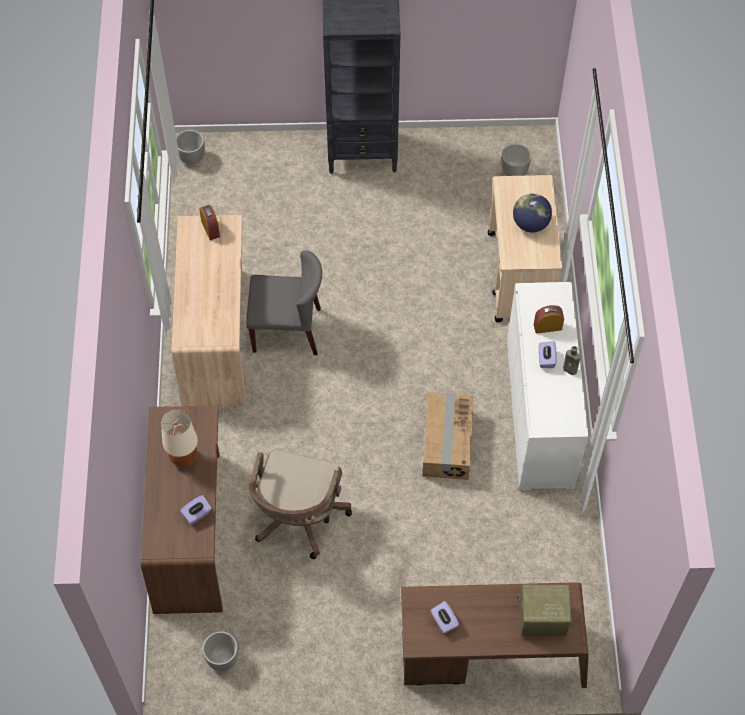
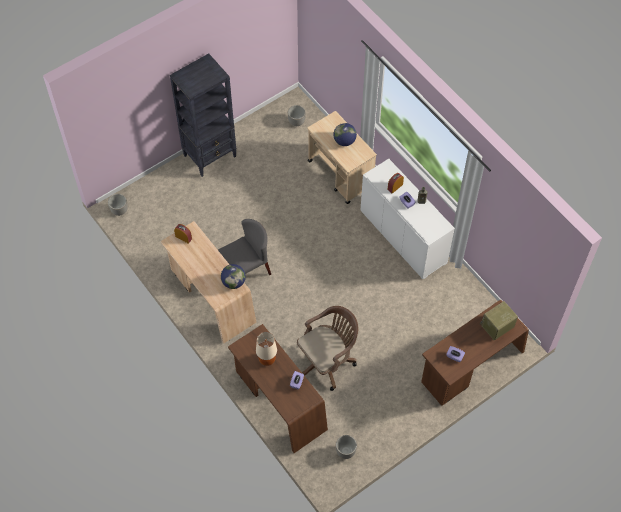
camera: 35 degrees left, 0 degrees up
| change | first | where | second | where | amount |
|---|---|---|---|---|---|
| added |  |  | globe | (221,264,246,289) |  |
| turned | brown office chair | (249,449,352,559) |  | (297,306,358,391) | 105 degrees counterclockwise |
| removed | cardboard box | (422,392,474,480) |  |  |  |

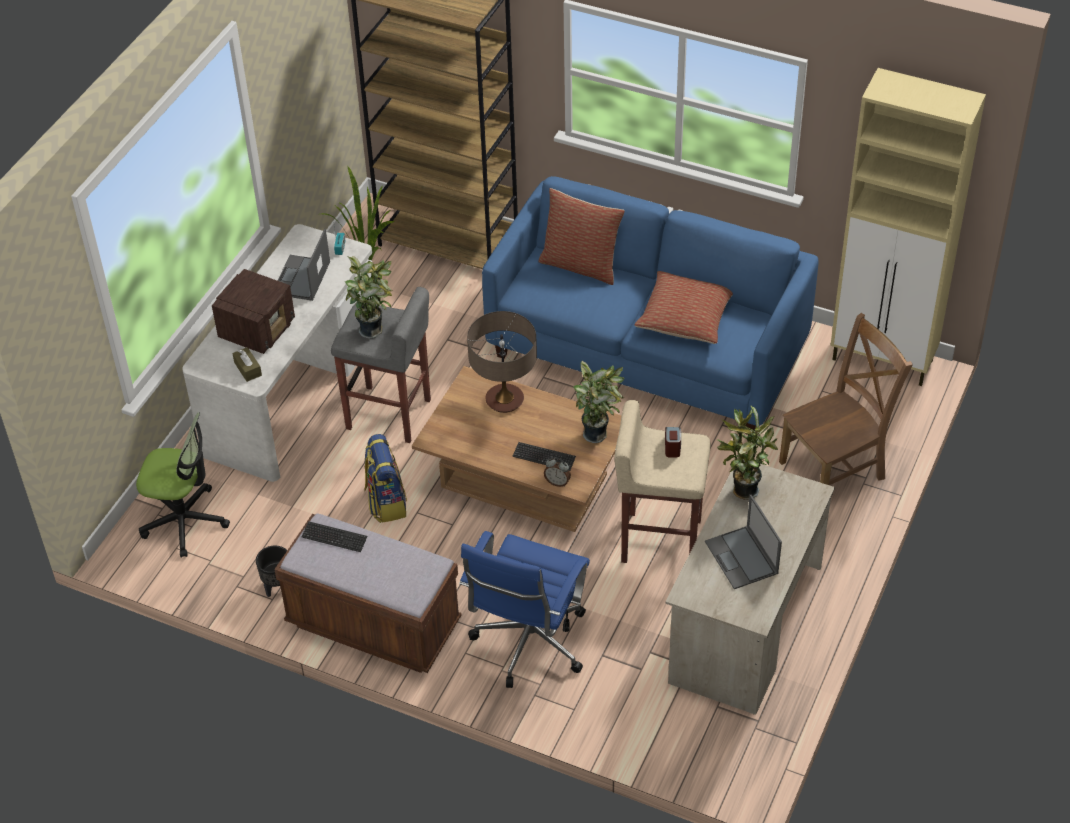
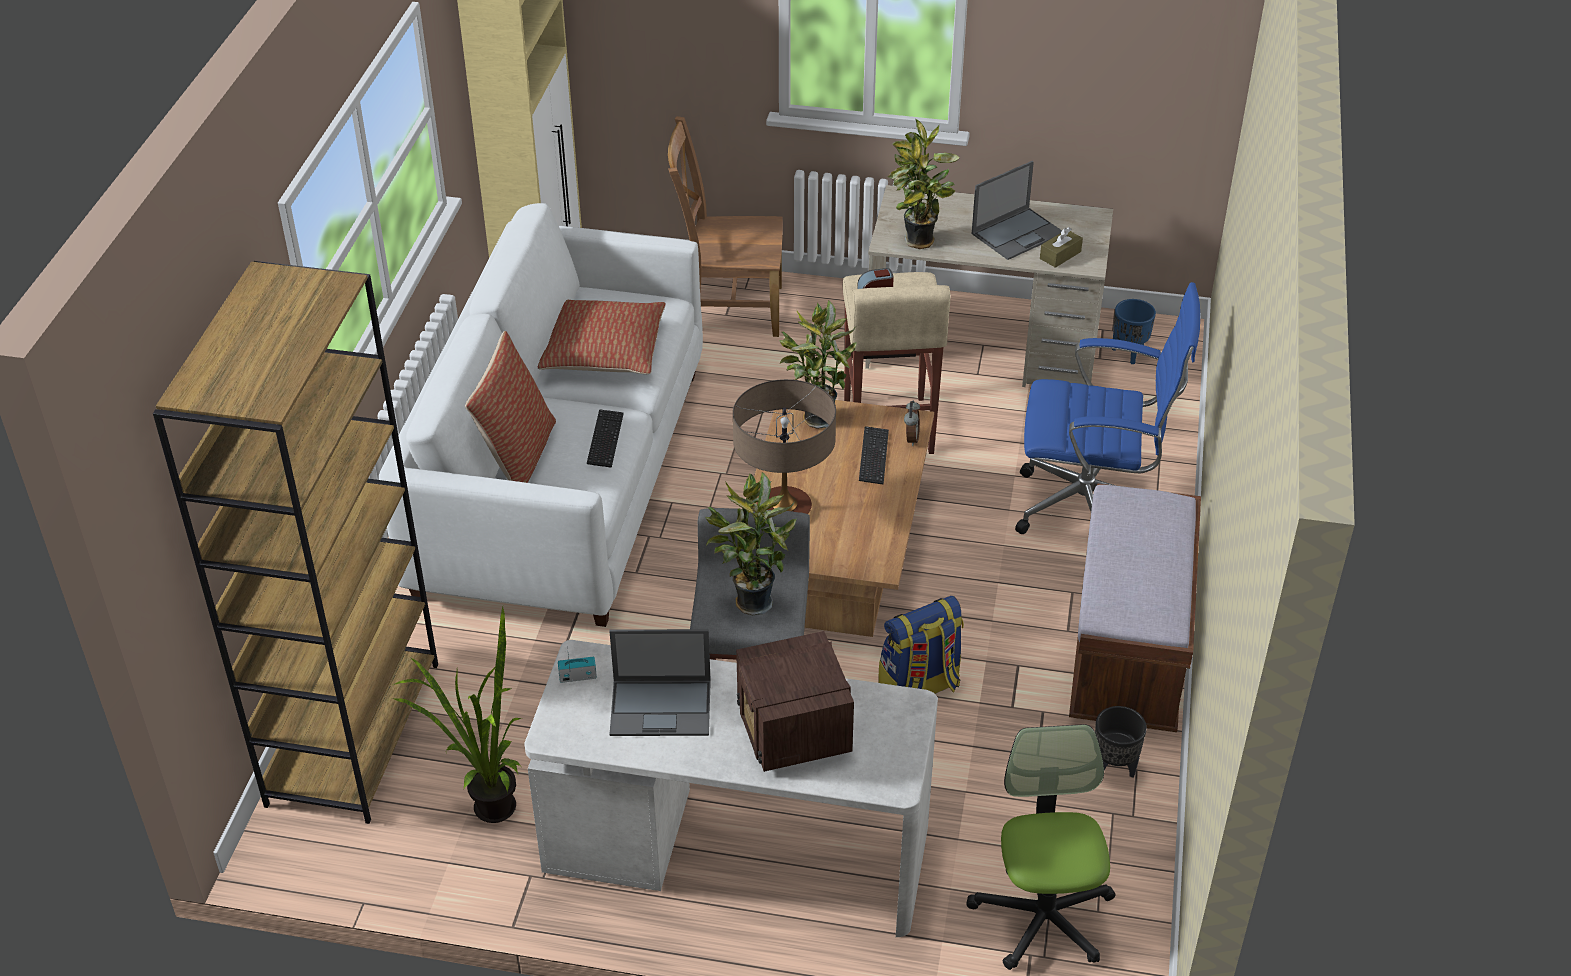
camera: 105 degrees left, 5 degrees down
| change | first | where | second | where | amount |
|---|---|---|---|---|---|
| recoloured | blue sofa | (482,176,819,435) | white sofa | (379,203,703,627) |  |
| moved | keyboard | (301,521,367,552) |  | (587,410,624,468) |  |
| turned | brown chair | (779,313,913,485) |  | (668,116,783,337) | 45 degrees counterclockwise |
| turned | radio | (212,269,295,354) |  | (736,631,854,772) | 120 degrees counterclockwise |
| moved | brown tissue box | (232,347,262,382) |  | (1040,227,1083,268) |  |
| added |  |  | blue planter | (1112,299,1156,364) |  |

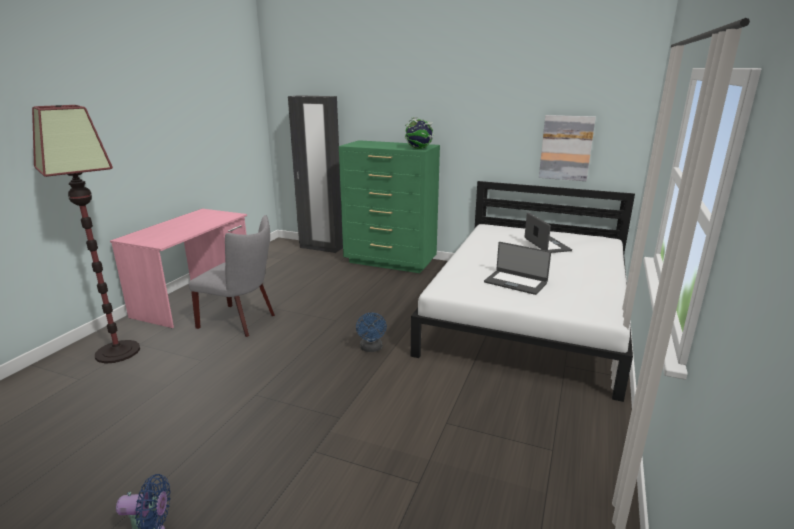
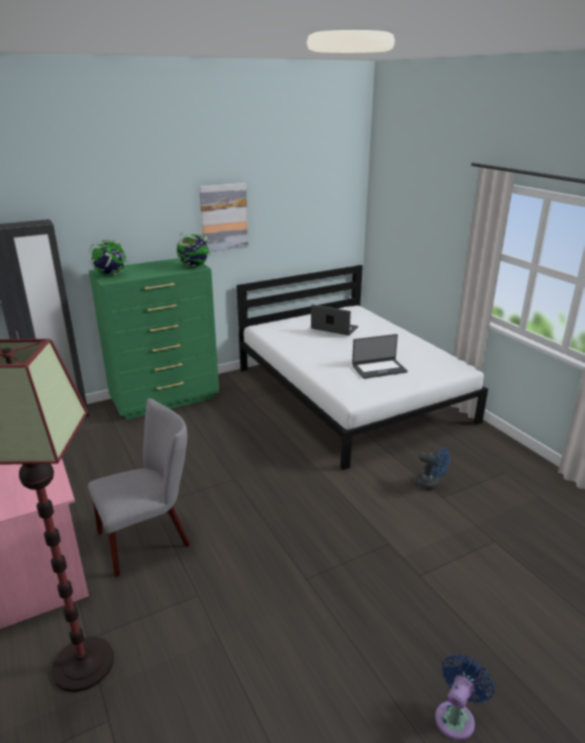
camera: 50 degrees left, 5 degrees up
| change | first | where | second | where | amount |
|---|---|---|---|---|---|
| added |  |  | globe | (89,239,127,276) |  |
| moved | picture | (539,115,596,181) |  | (199,183,248,252) |  |
| moved | blue fan | (356,313,387,352) |  | (415,448,450,490) |  |

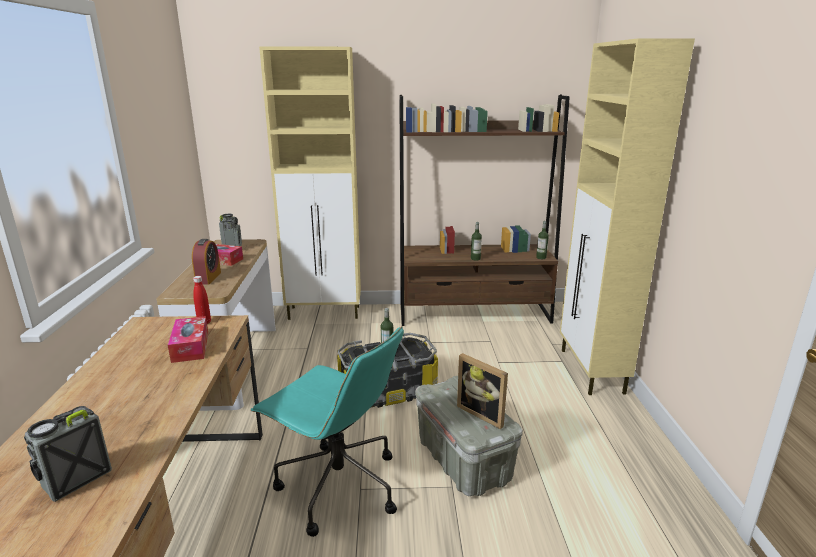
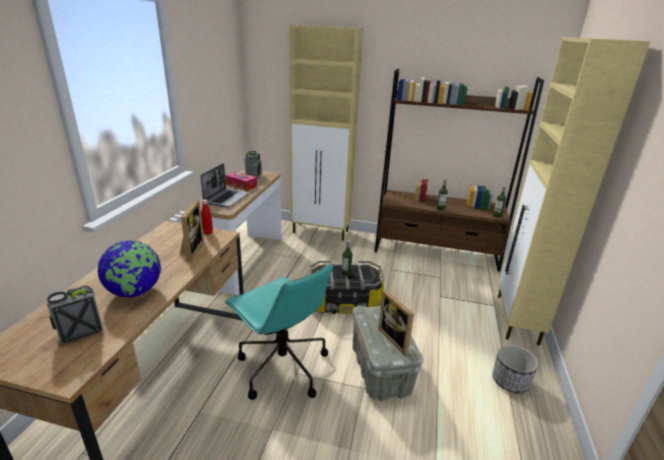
camera: 15 degrees right, 5 degrees up
| change | first | where | second | where | amount |
|---|---|---|---|---|---|
| added |  |  | globe | (98,241,161,297) |  |
| replaced | tissue box | (168,316,208,363) | picture frame | (180,200,204,261) |  |
| replaced | alarm clock | (192,239,221,285) | laptop | (200,163,250,207) |  |
| added |  |  | planter | (492,345,539,393) |  |

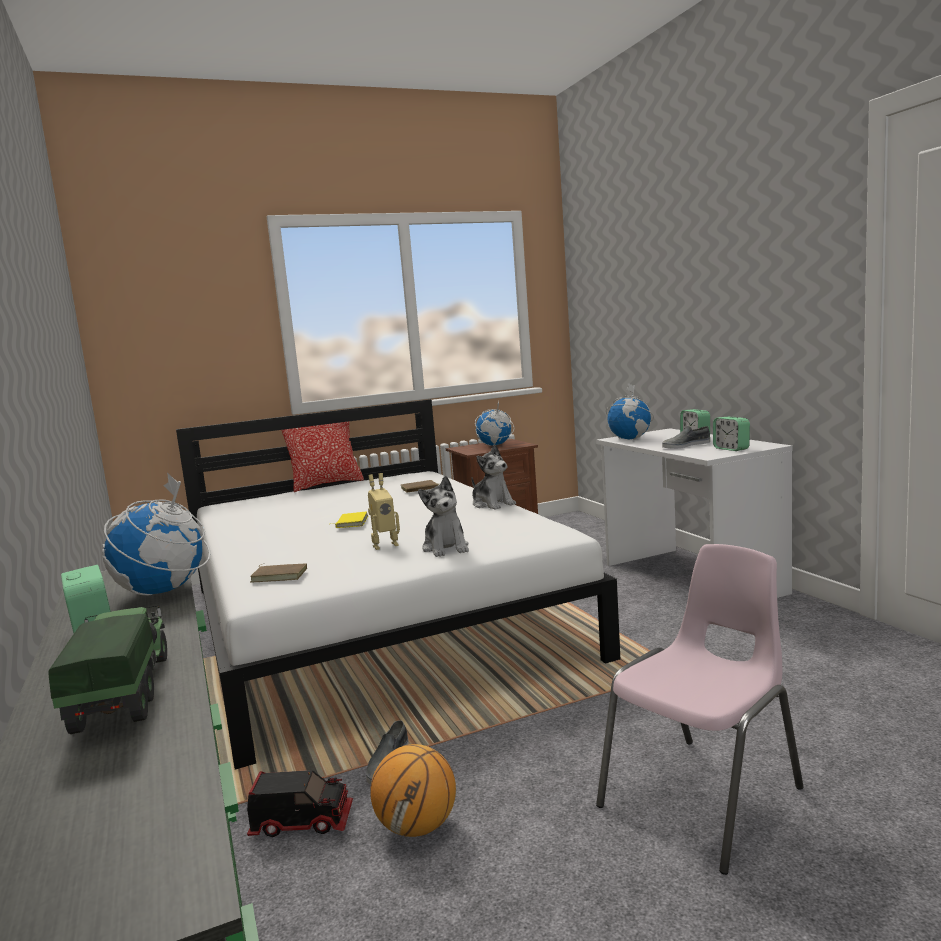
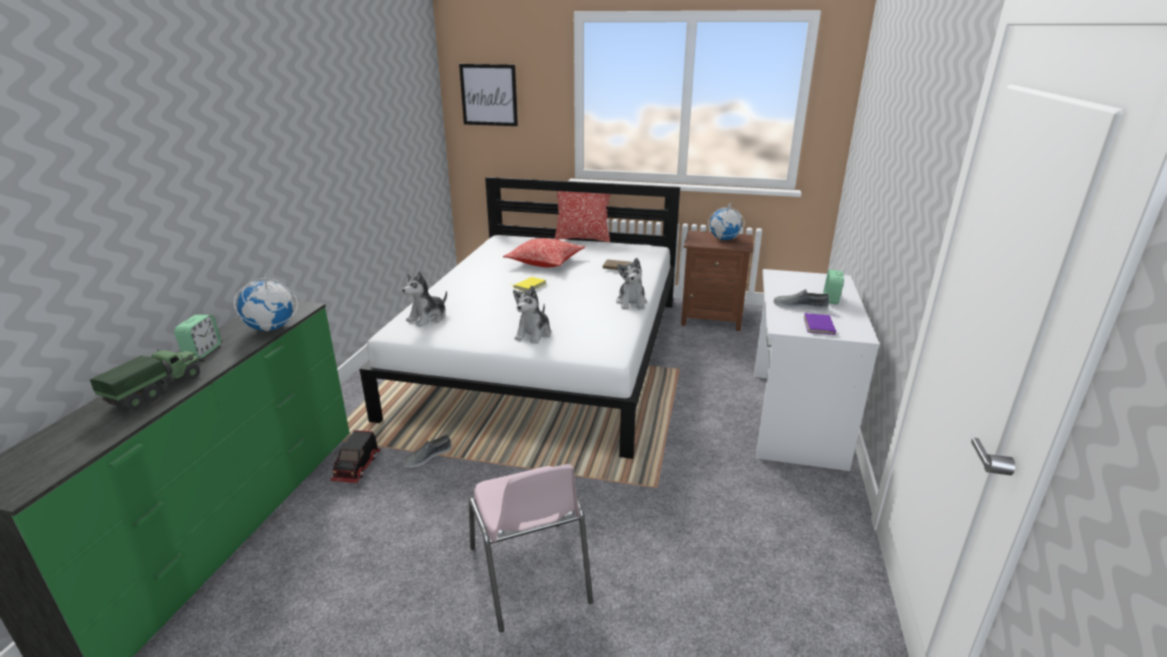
camera: 35 degrees right, 15 degrees up
| change | first | where | second | where | amount |
|---|---|---|---|---|---|
| turned | toy truck | (247,770,353,837) |  | (330,430,381,483) | 60 degrees clockwise |
| replaced | brown book | (250,564,307,582) | plush toy | (402,271,447,327) |  |
| added |  |  | picture | (459,64,518,126) |  |
| turned | pink chair | (596,544,804,875) |  | (468,464,593,632) | 75 degrees clockwise |
| added |  |  | pillow | (503,238,585,267) |  |
| replaced | alarm clock | (713,417,750,451) | purple book | (804,313,838,335) |  |
| removed | toy robot | (368,473,400,550) |  |  |  |
| removed | basketball | (370,744,456,837) |  |  |  |
| removed | globe | (606,383,654,440) |  |  |  |

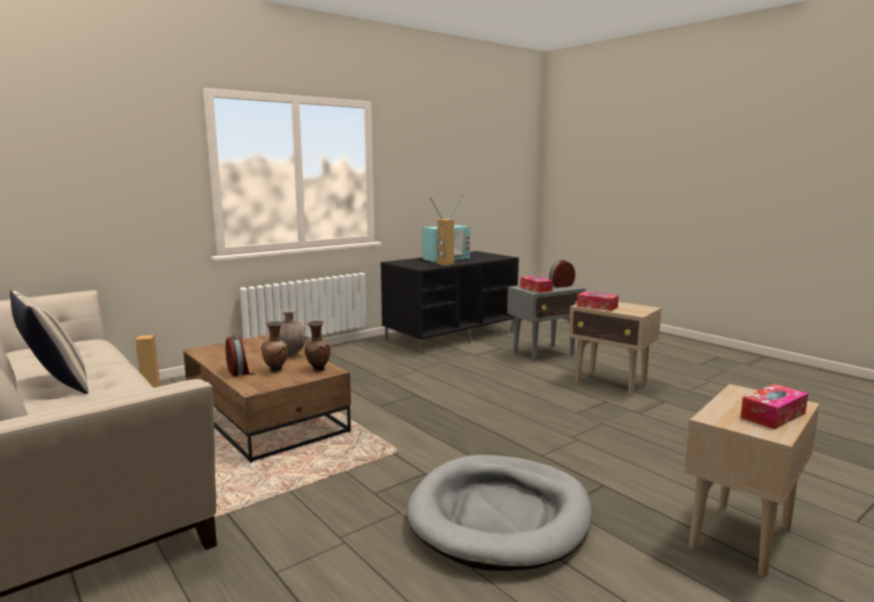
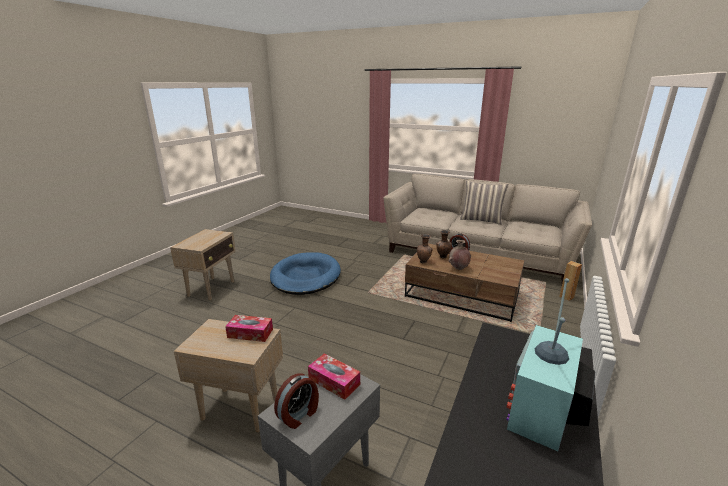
camera: 155 degrees right, 10 degrees up
| change | first | where | second | where | amount |
|---|---|---|---|---|---|
| recoloured | grey dog bed | (407,455,592,571) | blue dog bed | (270,252,341,295) |  |
| removed | brown speaker | (437,219,454,266) |  |  |  |
| removed | tissue box | (740,384,808,429) |  |  |  |

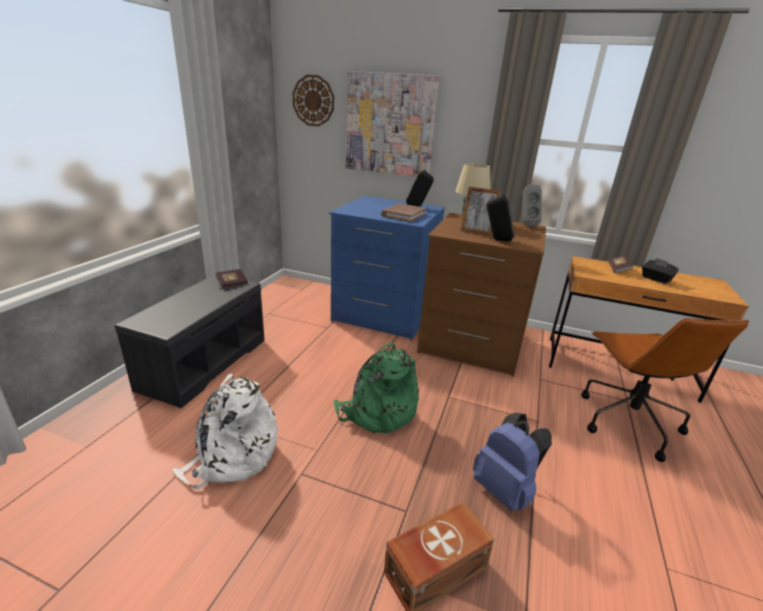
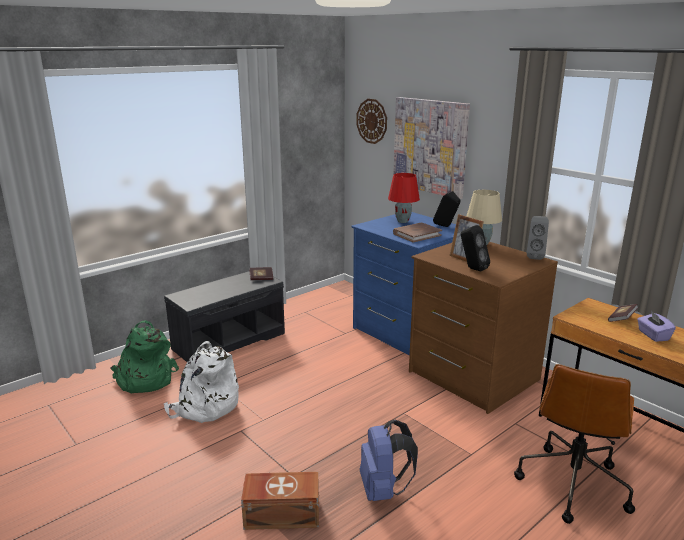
camera: 30 degrees right, 5 degrees down
| change | first | where | second | where | amount |
|---|---|---|---|---|---|
| moved | green backpack | (334,342,419,433) |  | (111,320,179,393) |  |
| added |  |  | red table lamp | (388,173,420,223) |  |
| recoloured | black tissue box | (642,258,679,284) | purple tissue box | (637,311,676,342) |  |

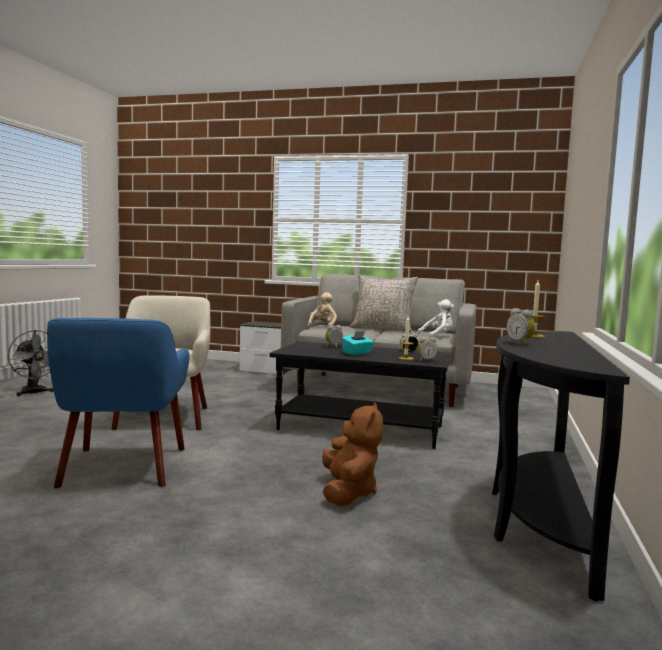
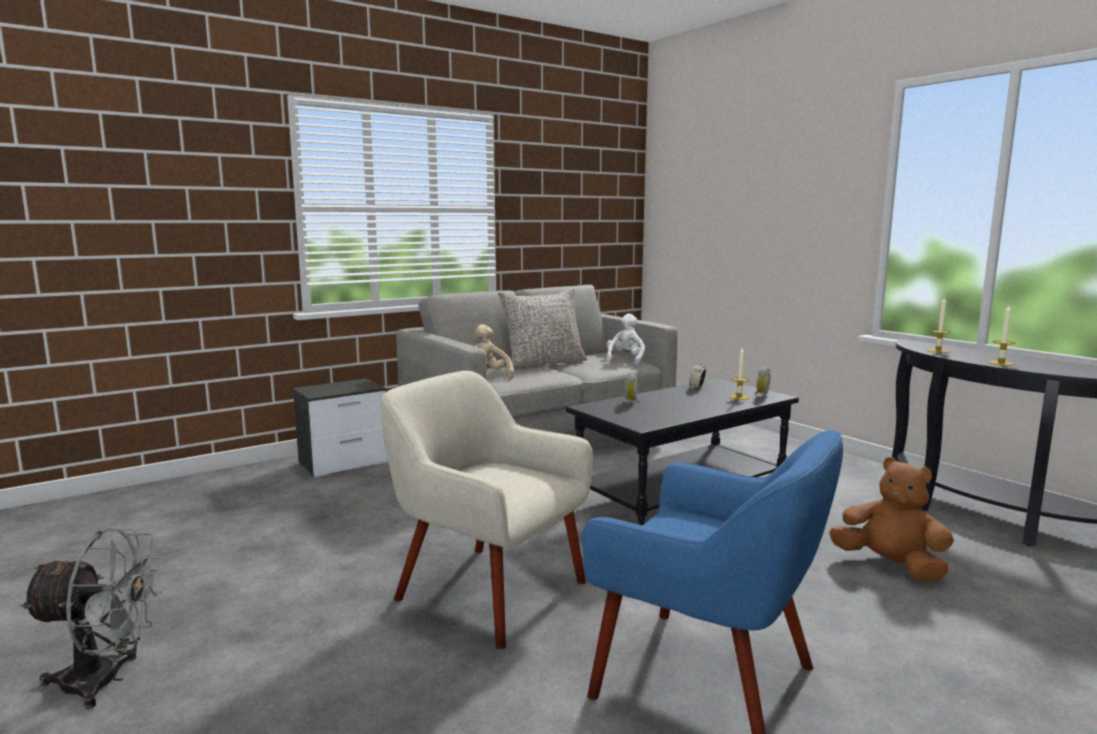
camera: 50 degrees left, 5 degrees up
| change | first | where | second | where | amount |
|---|---|---|---|---|---|
| replaced | alarm clock | (506,308,535,345) | candle | (989,305,1015,366) |  |
| removed | turquoise tissue box | (341,331,374,355) |  |  |  |

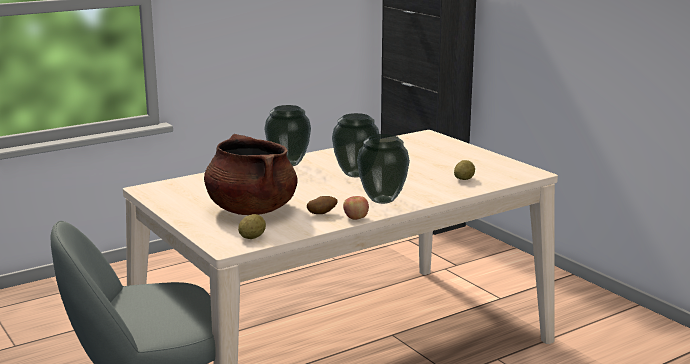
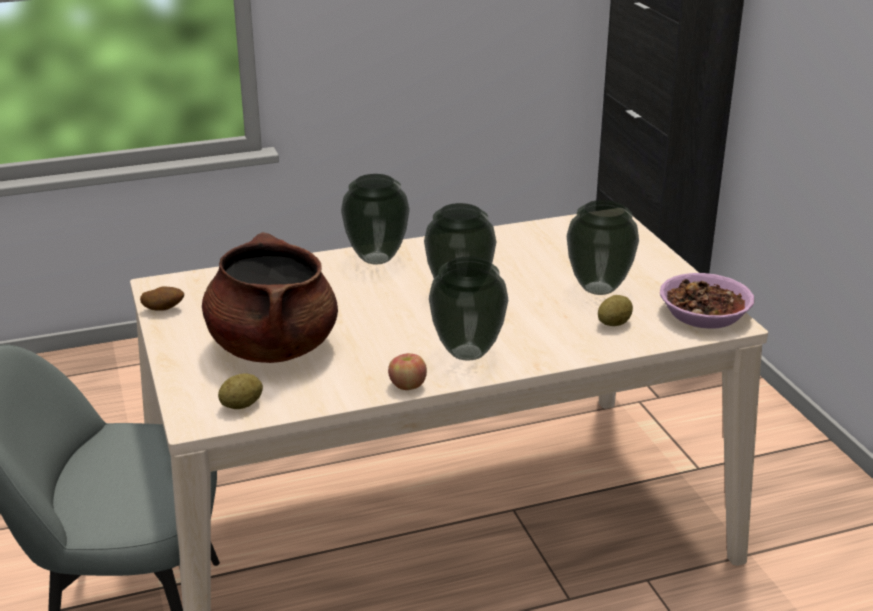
camera: 15 degrees right, 10 degrees up
| change | first | where | second | where | amount |
|---|---|---|---|---|---|
| moved | potato | (307,196,338,214) |  | (140,287,184,310) |  |
| added |  |  | vase | (567,200,639,295) |  |
| added |  |  | bowl | (660,273,754,329) |  |

